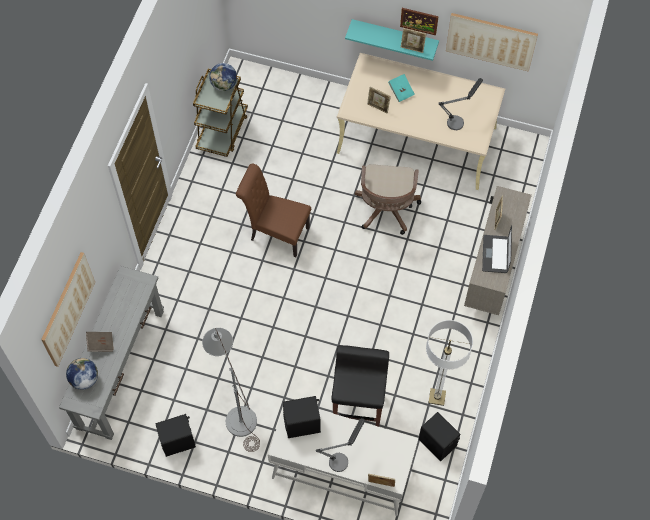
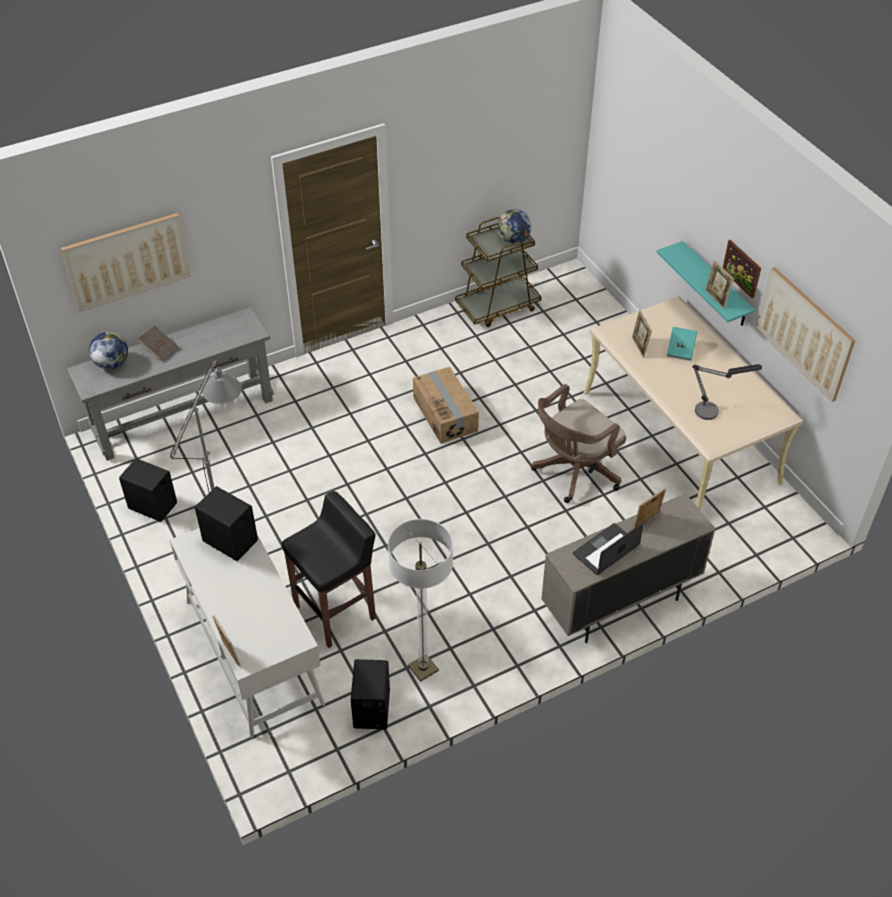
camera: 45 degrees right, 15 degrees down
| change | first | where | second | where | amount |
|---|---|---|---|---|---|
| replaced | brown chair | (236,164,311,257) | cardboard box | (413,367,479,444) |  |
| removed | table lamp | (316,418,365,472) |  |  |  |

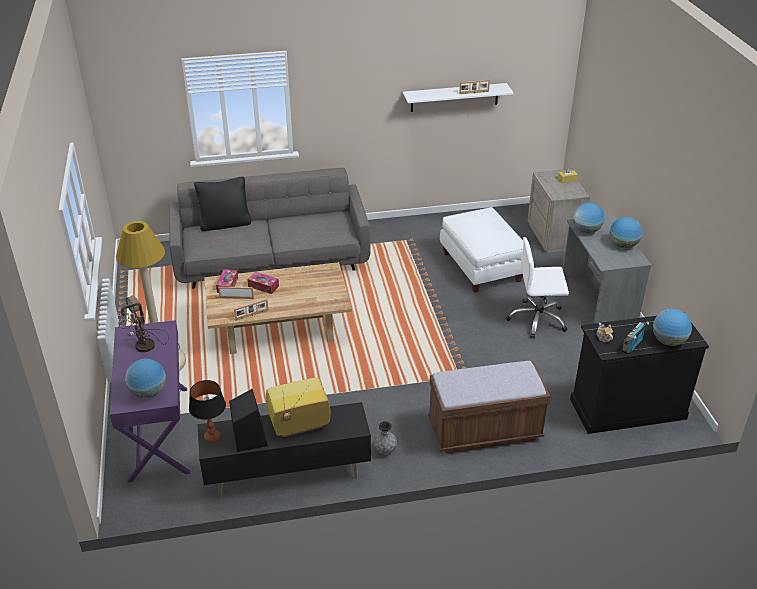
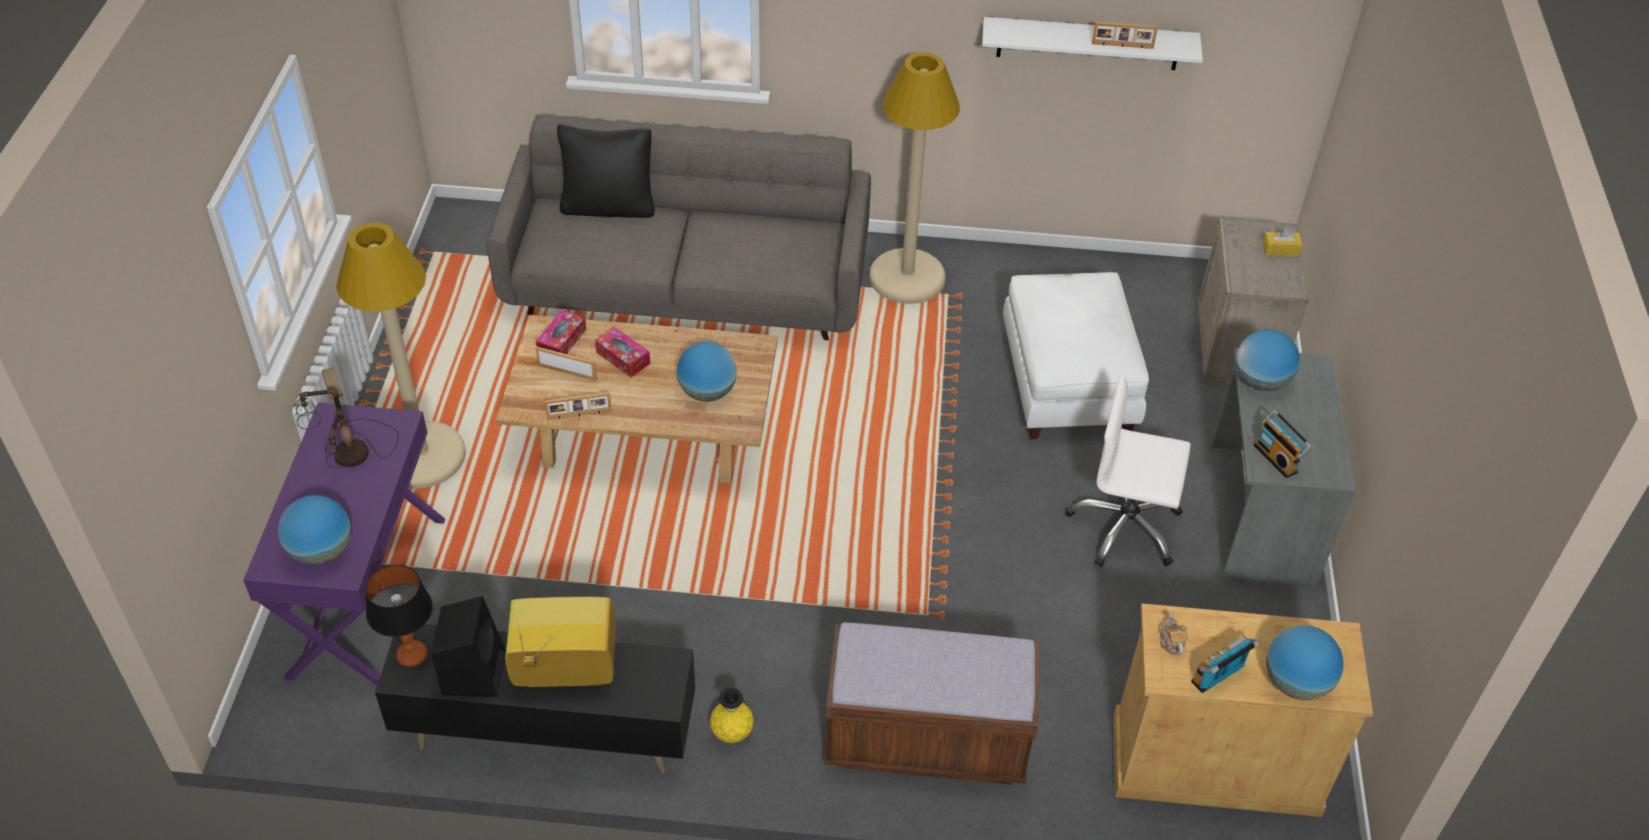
camera: 15 degrees right, 10 degrees up
| change | first | where | second | where | amount |
|---|---|---|---|---|---|
| moved | globe | (610,217,642,248) |  | (677,342,737,402) |  |
| recoloured | grey vase | (373,421,397,454) | yellow vase | (710,688,754,743) |  |
| added |  |  | beige floor lamp | (869,52,960,304) |  |
| recoloured | black cabinet | (570,316,709,434) | beige cabinet | (1113,603,1373,817) |  |
| added |  |  | radio | (1254,410,1312,478) |  |

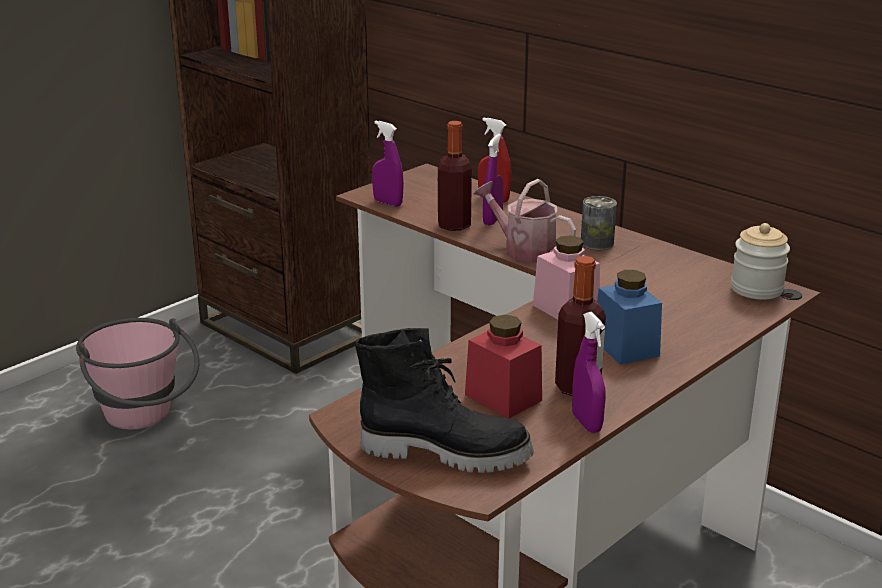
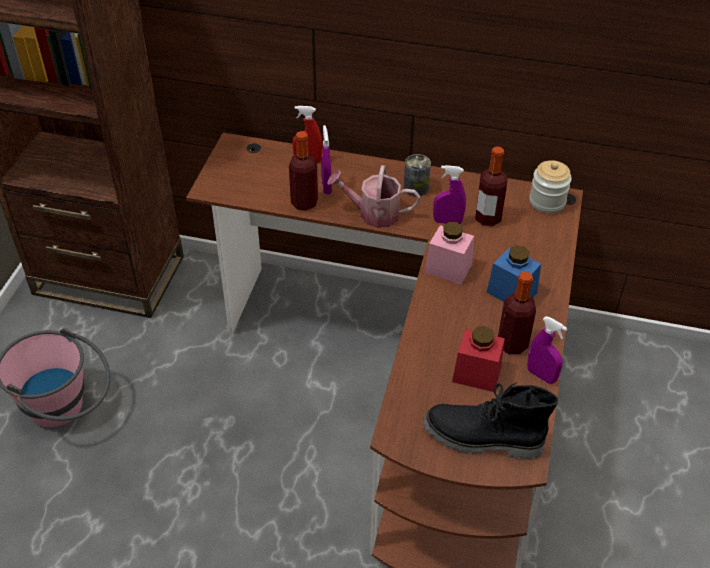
camera: 30 degrees left, 20 degrees up
| change | first | where | second | where | amount |
|---|---|---|---|---|---|
| turned | black boot | (355,328,534,473) |  | (423,382,558,460) | 150 degrees counterclockwise |
| moved | purple spray bottle | (372,121,404,207) |  | (433,165,466,224) |  |
| added |  |  | bottle | (475,146,507,226) |  |

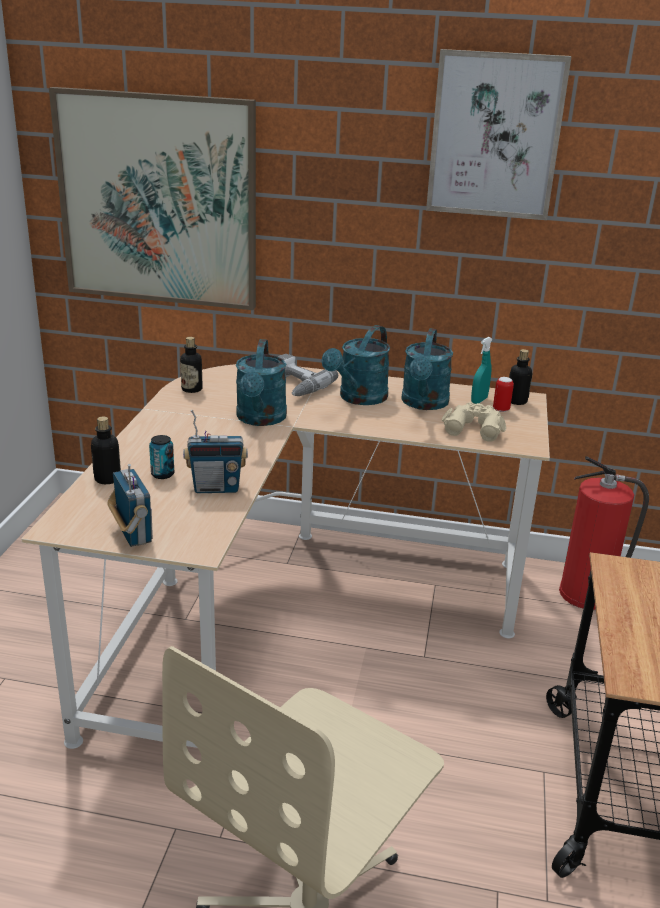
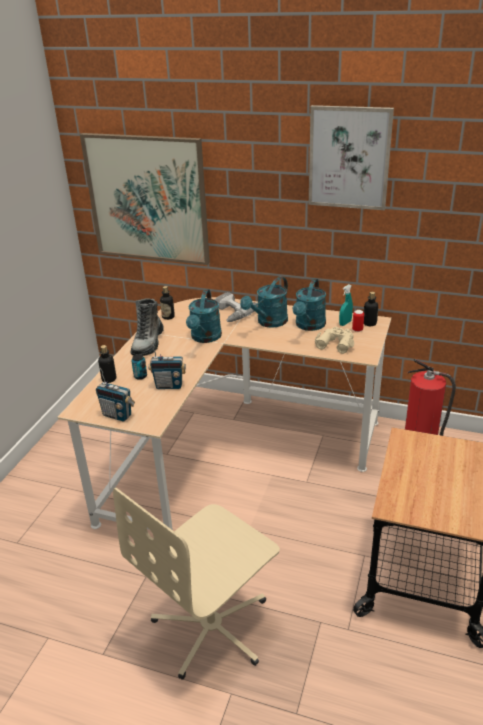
camera: 10 degrees right, 5 degrees up
| change | first | where | second | where | amount |
|---|---|---|---|---|---|
| turned | radio | (107,464,153,547) |  | (96,368,135,422) | 135 degrees clockwise |
| added |  |  | boot | (131,298,164,356) |  |

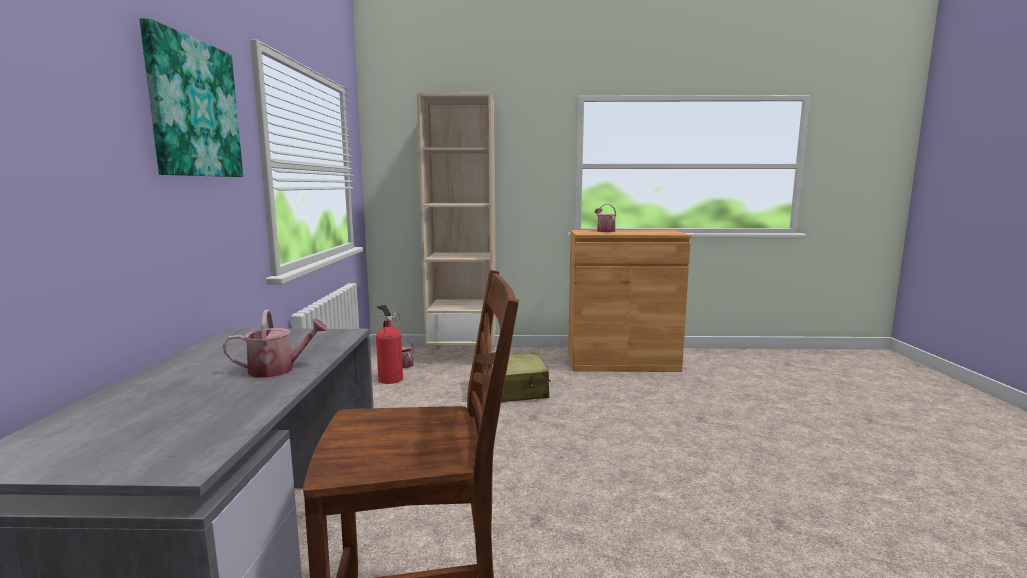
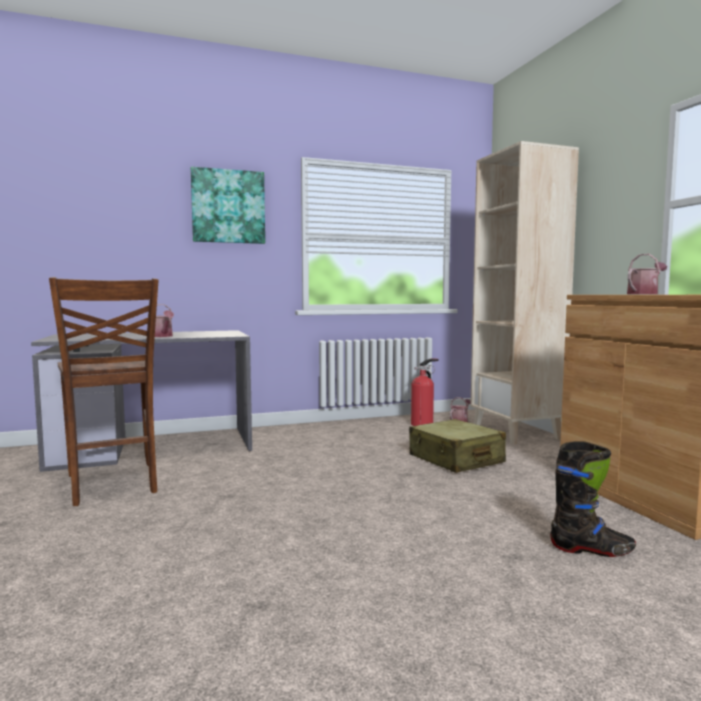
camera: 70 degrees right, 5 degrees down
| change | first | where | second | where | amount |
|---|---|---|---|---|---|
| added |  |  | black boot | (550,441,636,557) |  |

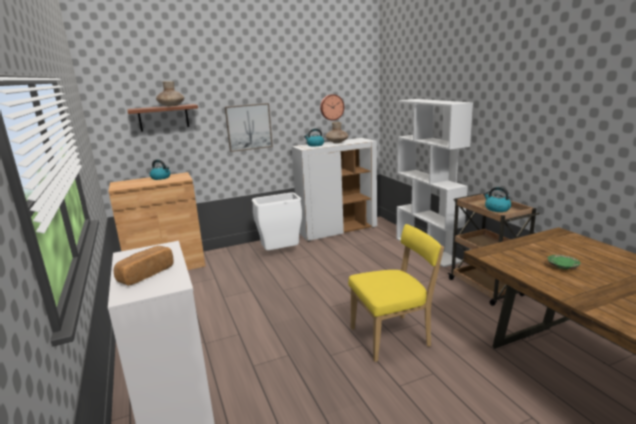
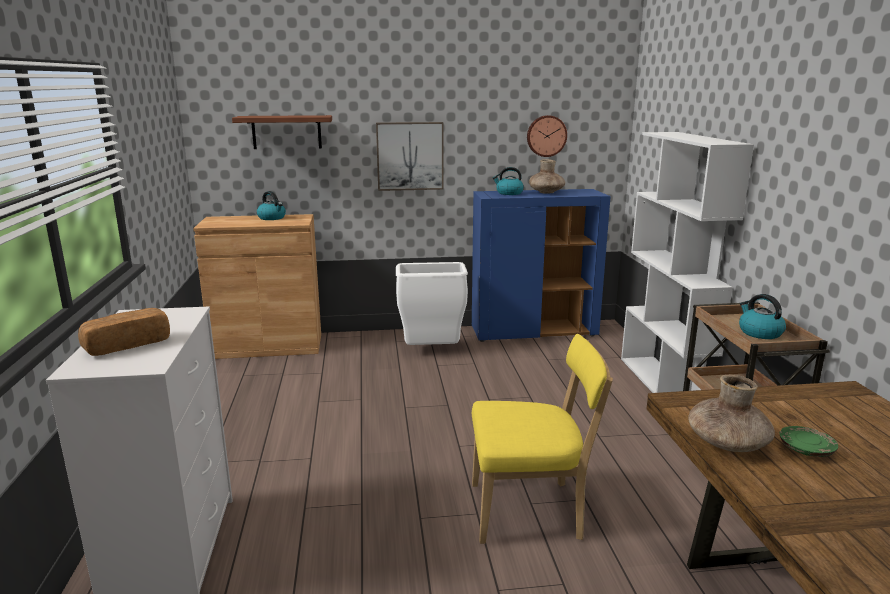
camera: 15 degrees right, 0 degrees up
| change | first | where | second | where | amount |
|---|---|---|---|---|---|
| recoloured | white cabinet | (291,138,377,242) | blue cabinet | (472,189,611,342) |  |
| moved | brown vase | (156,81,184,107) |  | (688,375,775,452) |  |

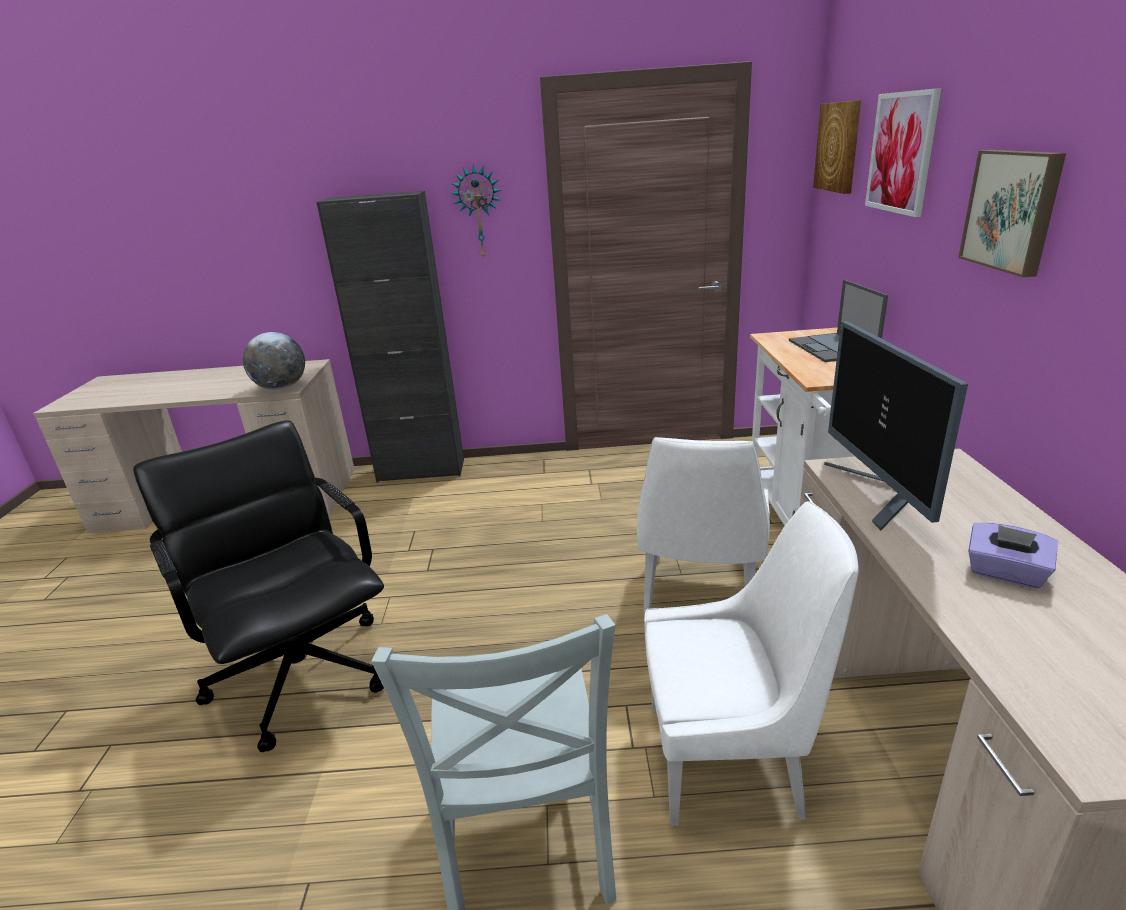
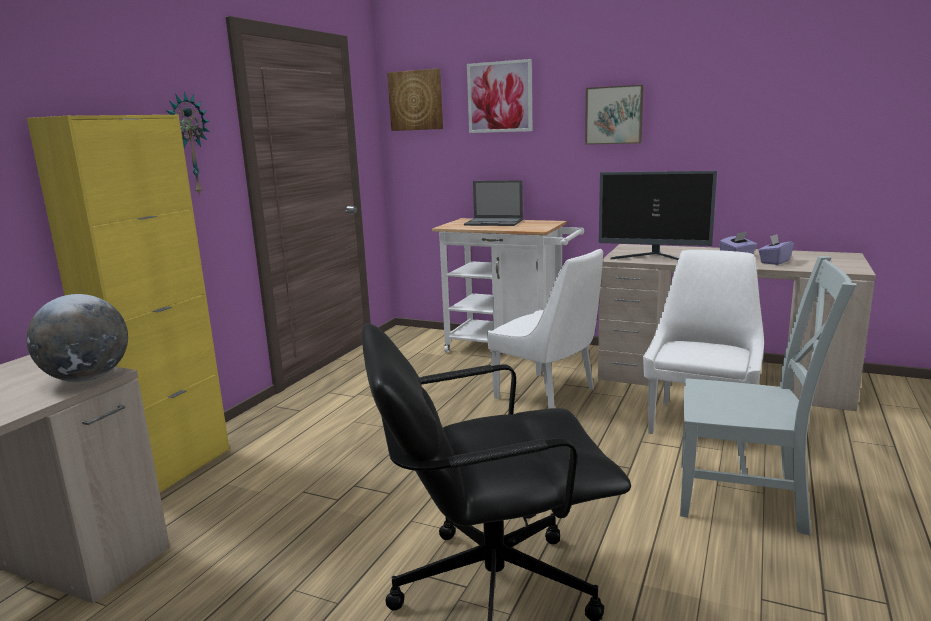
camera: 65 degrees left, 10 degrees down
| change | first | where | second | where | amount |
|---|---|---|---|---|---|
| recoloured | black cabinet | (316,191,464,483) | yellow cabinet | (27,115,230,492) |  |
| added |  |  | purple tissue box | (758,234,794,265) |  |

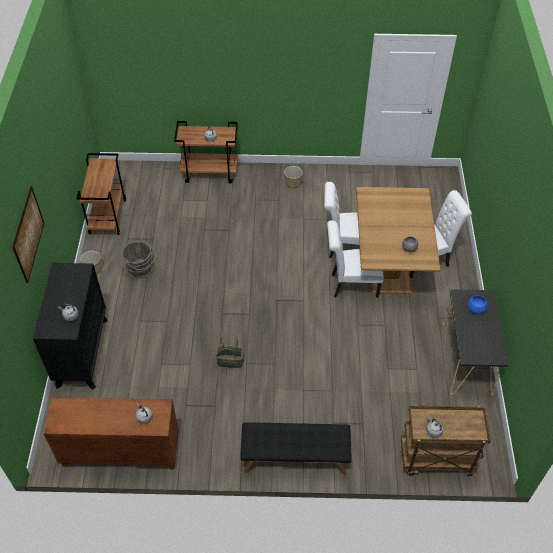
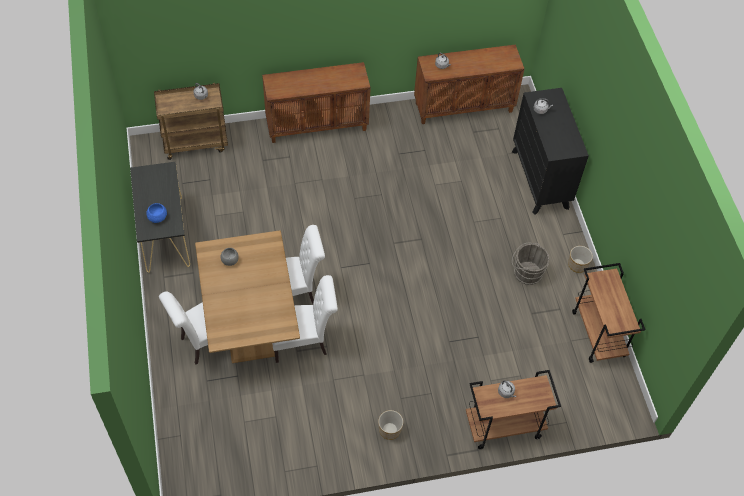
camera: 165 degrees right, 5 degrees up
| change | first | where | second | where | amount |
|---|---|---|---|---|---|
| replaced | black bench | (240,423,352,475) | brown cabinet | (262,62,371,143) |  |
| removed | picture | (12,186,44,283) |  |  |  |
| removed | basket | (216,336,244,368) |  |  |  |

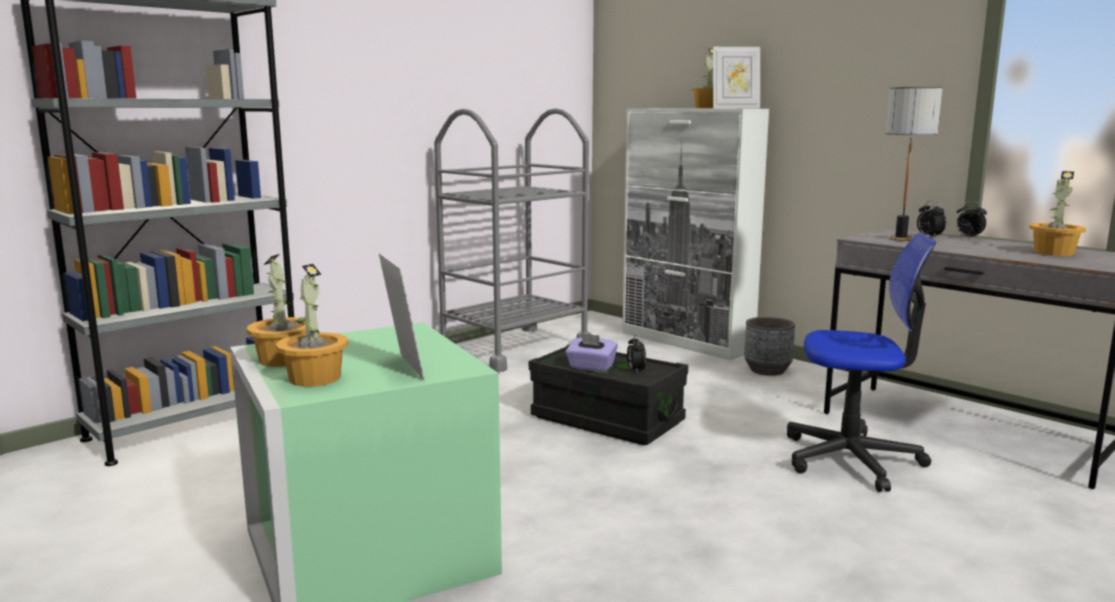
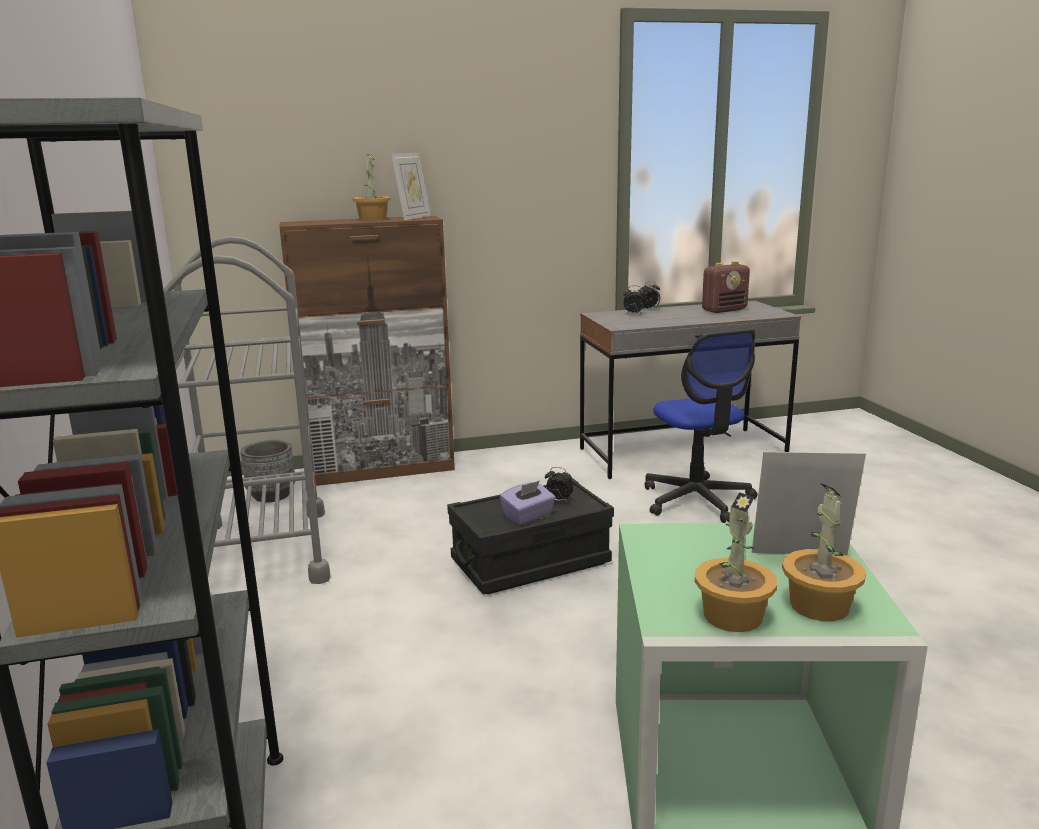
camera: 60 degrees left, 5 degrees up
| change | first | where | second | where | amount |
|---|---|---|---|---|---|
| moved | grey planter | (744,317,795,376) |  | (241,440,295,502) |  |
| recoloured | white cabinet | (622,108,769,360) | brown cabinet | (279,216,455,486) |  |
| turned | office chair | (787,233,936,492) |  | (645,330,758,523) | 120 degrees clockwise |
| replaced | potted plant | (1029,171,1086,256) | radio | (702,261,750,313) |  |
| removed | table lamp | (886,87,943,241) |  |  |  |

